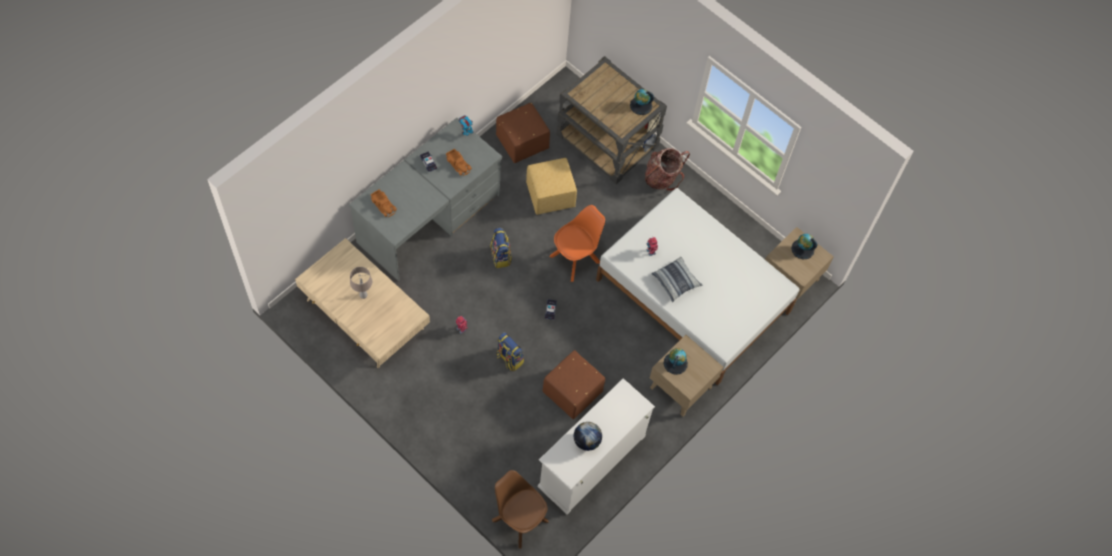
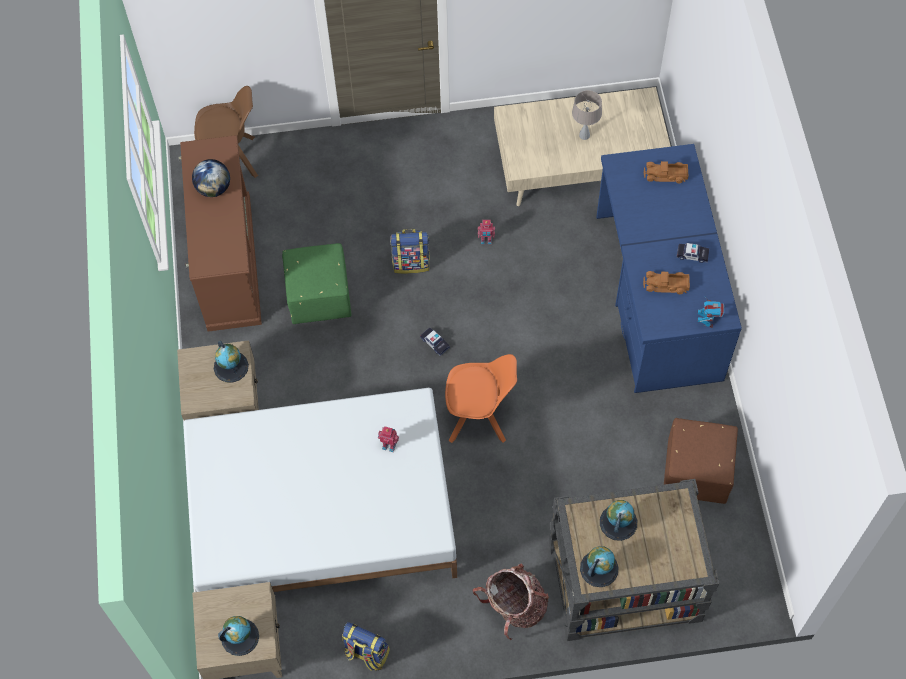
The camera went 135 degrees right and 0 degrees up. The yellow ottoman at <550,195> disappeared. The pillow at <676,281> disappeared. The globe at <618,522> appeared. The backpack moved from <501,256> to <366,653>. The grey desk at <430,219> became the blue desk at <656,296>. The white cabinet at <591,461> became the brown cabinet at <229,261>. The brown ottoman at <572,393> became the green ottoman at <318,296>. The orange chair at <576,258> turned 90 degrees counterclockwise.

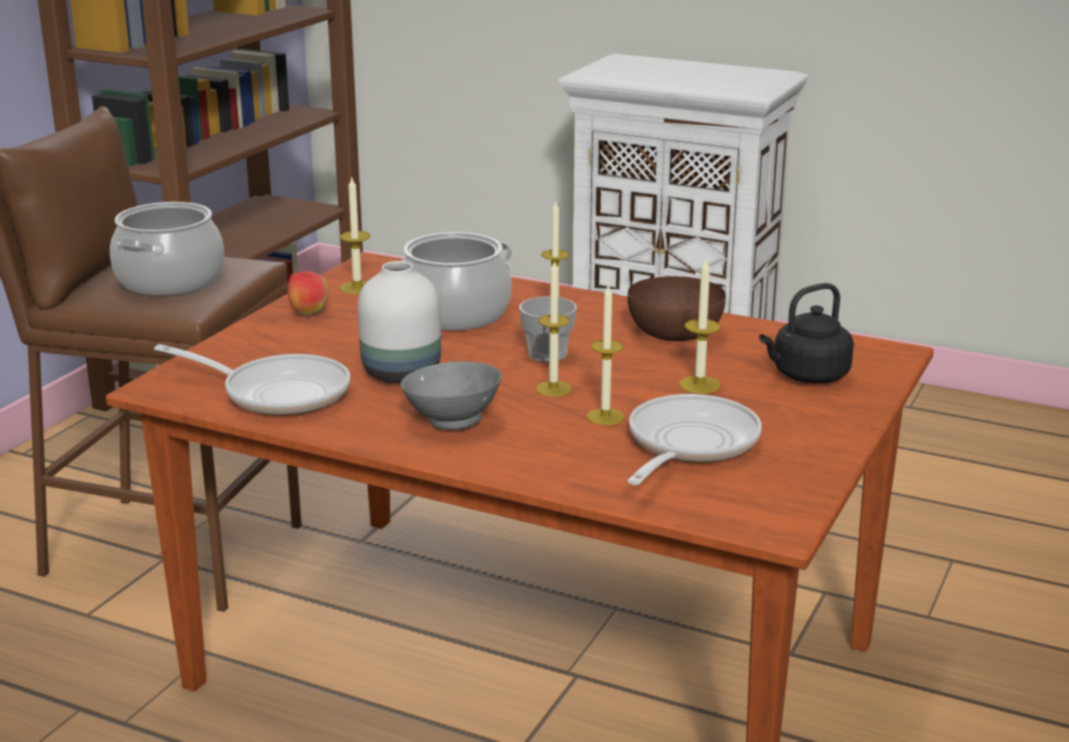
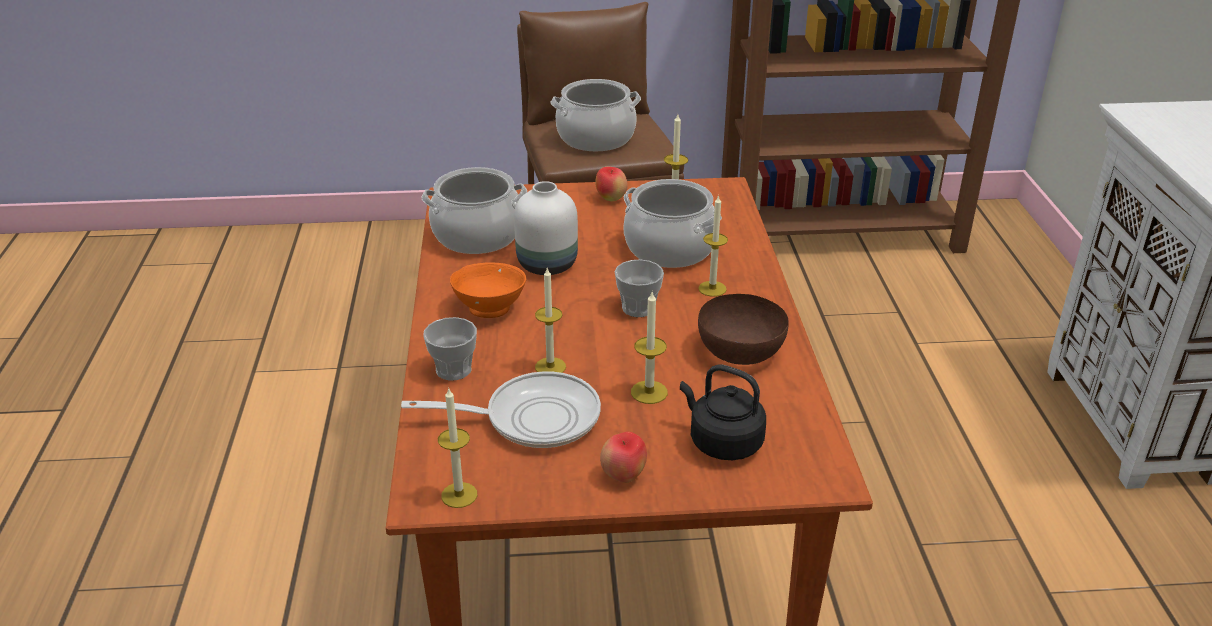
The camera went 60 degrees right and 10 degrees up. The cup at <453,370> appeared. The apple at <623,476> appeared. The candle moved from <553,389> to <459,495>. The frying pan at <278,393> was replaced by the cooking pot at <477,235>. The grey bowl at <452,420> became the orange bowl at <491,308>.

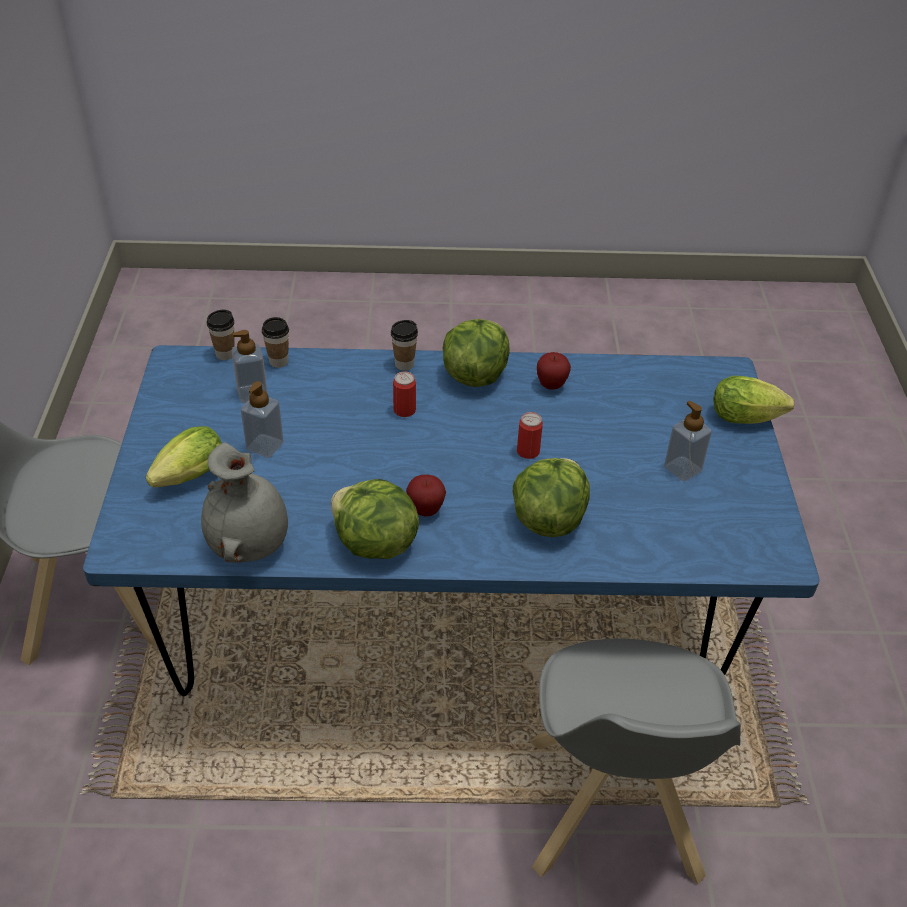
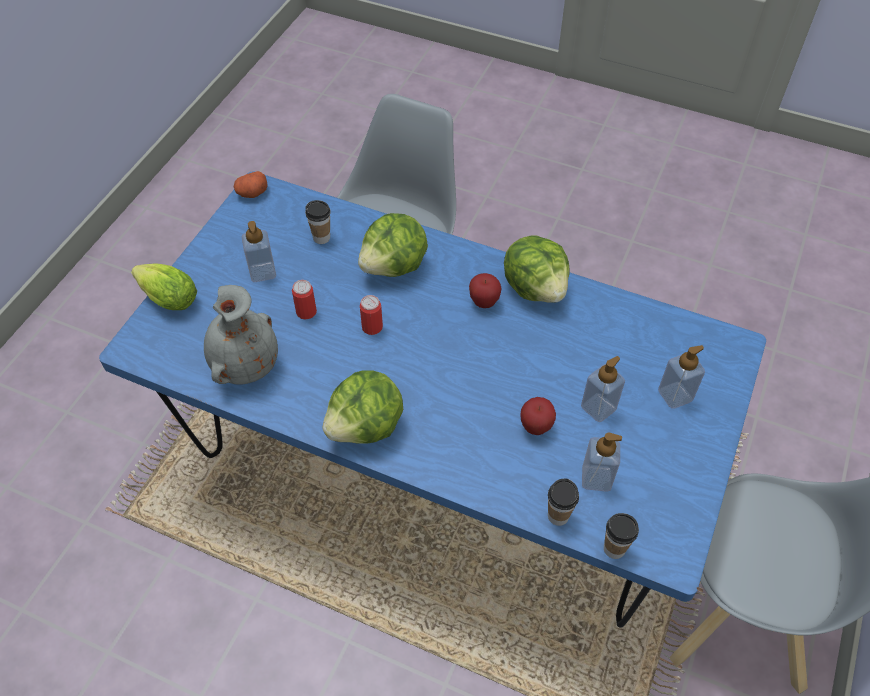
The camera went 155 degrees left and 10 degrees up. The potato at <252,193> appeared. The grey vase moved from <250,545> to <245,365>. The cup moved from <404,364> to <321,238>. The can moved from <404,410> to <306,312>. The apple moved from <551,385> to <536,427>. The lettuce at <187,478> was replaced by the soap dispenser at <675,395>.

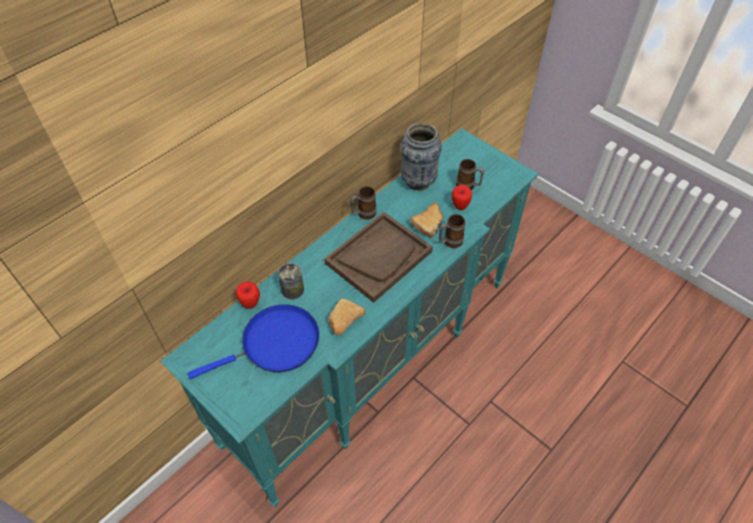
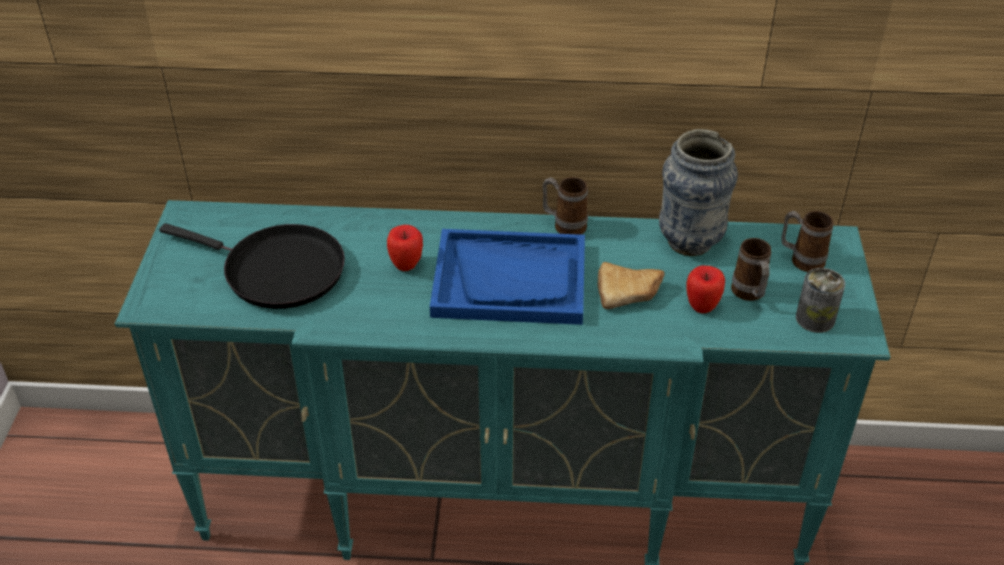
The camera went 50 degrees right and 10 degrees down. The bread at <343,322> disappeared. The apple moved from <250,303> to <406,265>. The can moved from <292,290> to <815,319>. The mug moved from <449,242> to <800,260>. The blue frying pan at <276,344> became the black frying pan at <277,271>. The brown tray at <378,257> became the blue tray at <510,280>.

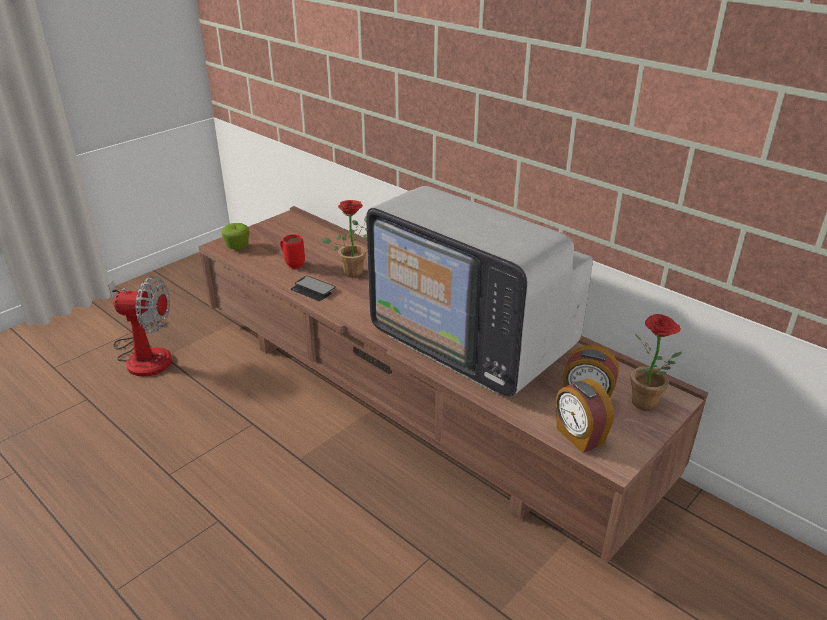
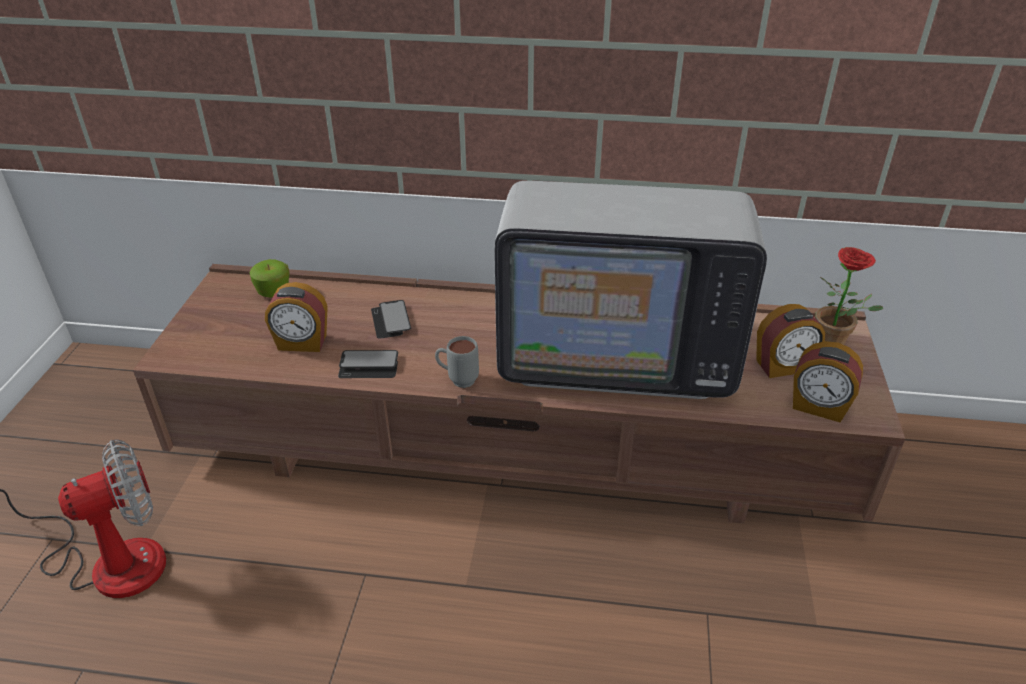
The camera went 35 degrees left and 5 degrees up. The grey mug at <457,380> appeared. The apple moved from <237,247> to <274,292>. The red mug at <292,264> was replaced by the alarm clock at <302,343>. The potted plant at <354,270> was replaced by the phone at <391,320>.

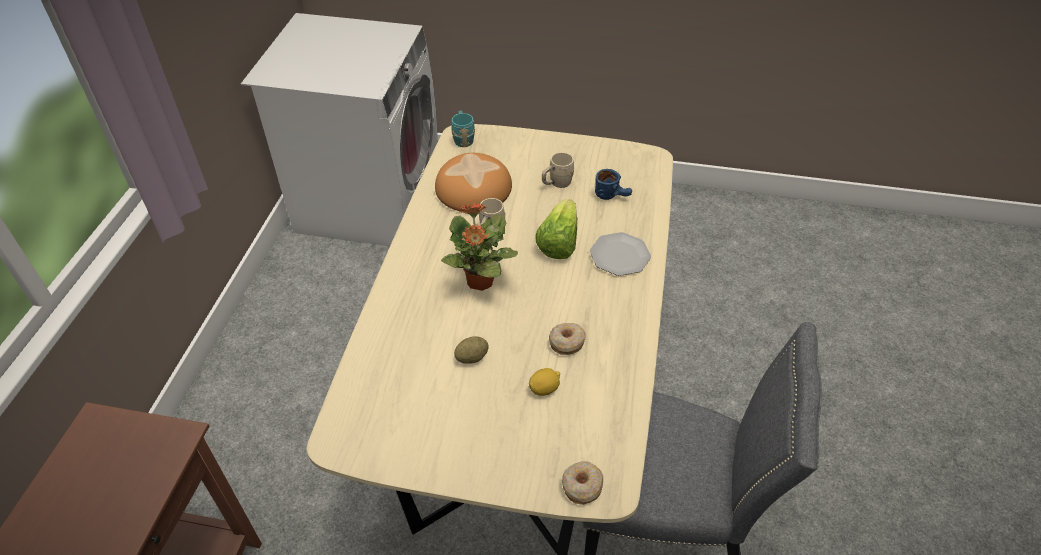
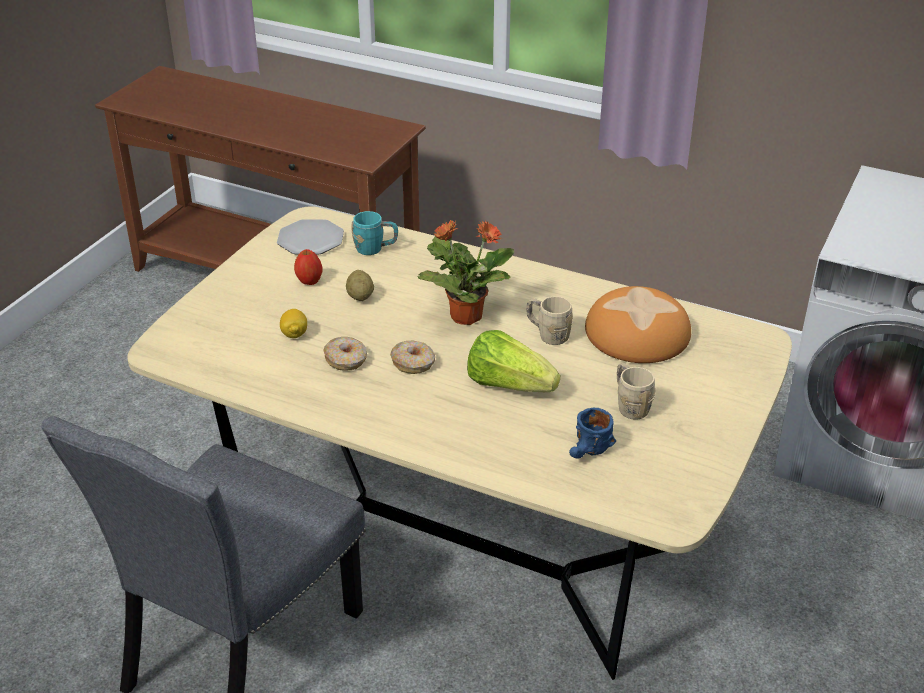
The camera went 105 degrees right and 10 degrees down. The apple at <309,281> appeared. The turquoise mug moved from <463,138> to <375,249>. The donut moved from <581,486> to <413,363>. The plate moved from <620,255> to <311,240>.

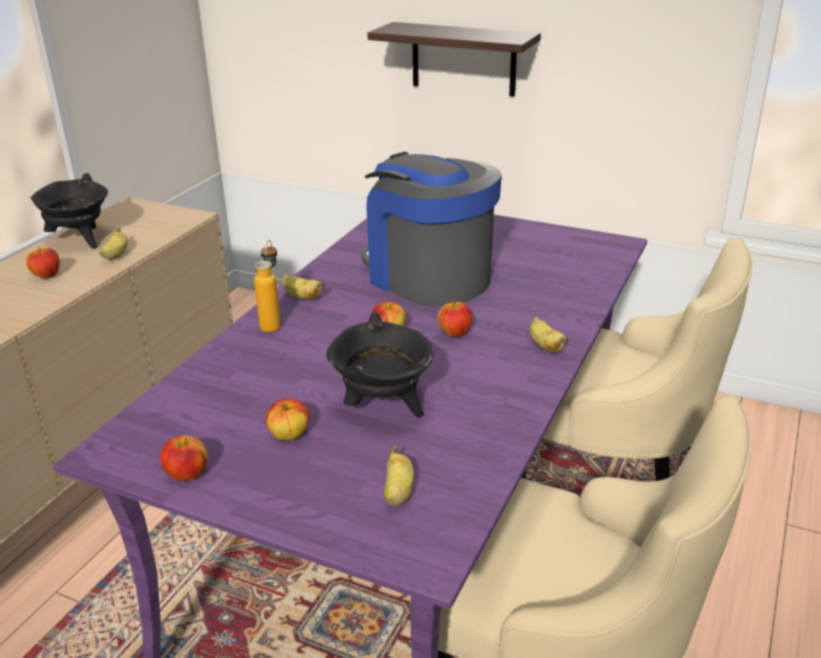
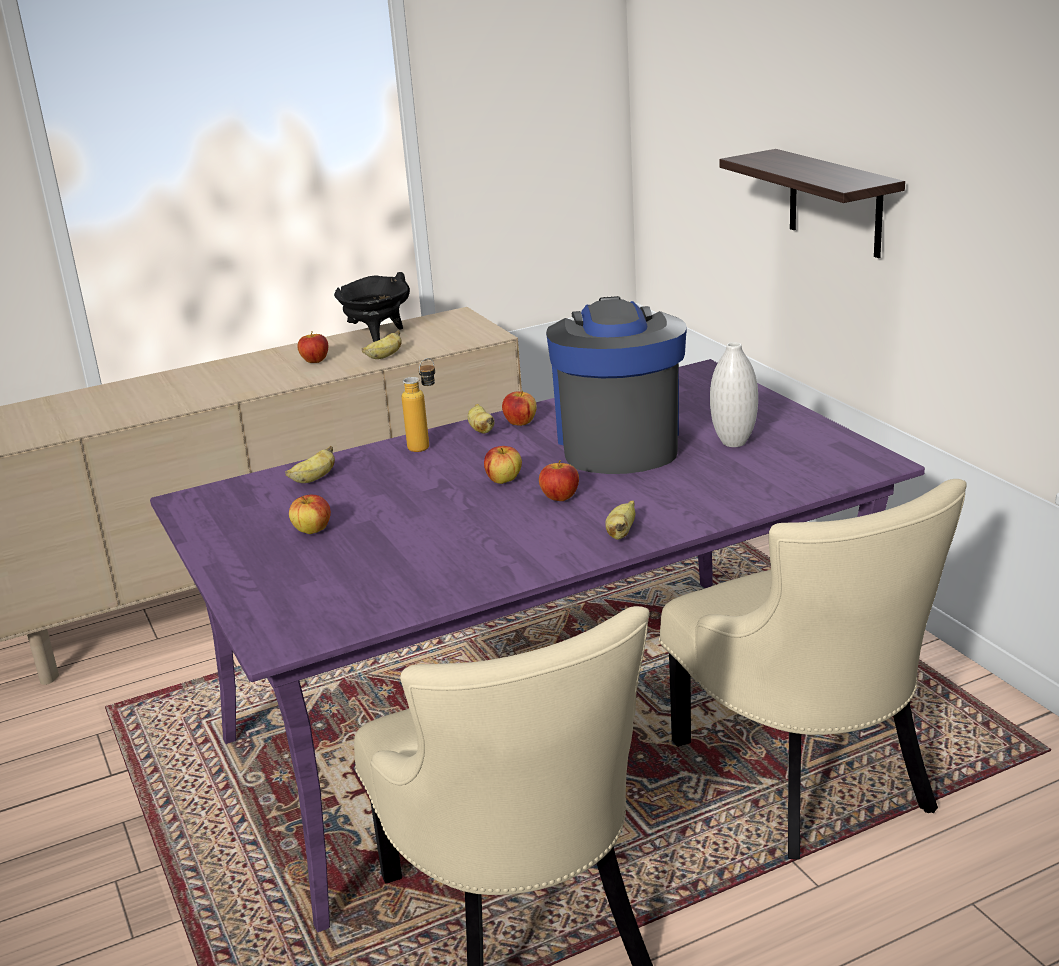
The camera went 40 degrees right and 5 degrees down. The black cooking pot at <383,407> disappeared. The white vase at <734,442> appeared. The apple moved from <187,474> to <520,422>. The banana moved from <398,493> to <314,479>.

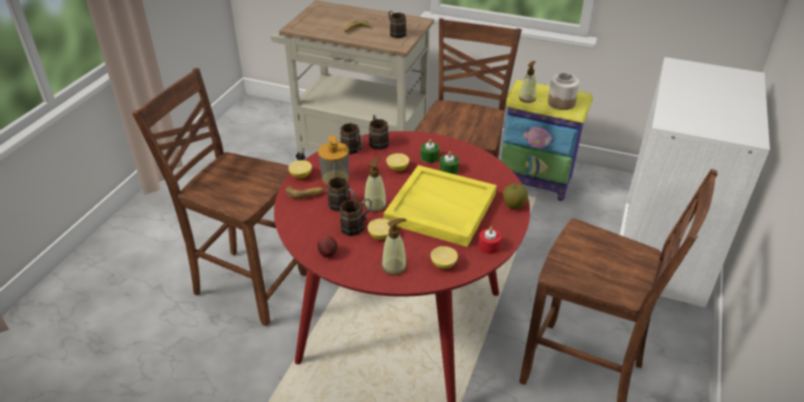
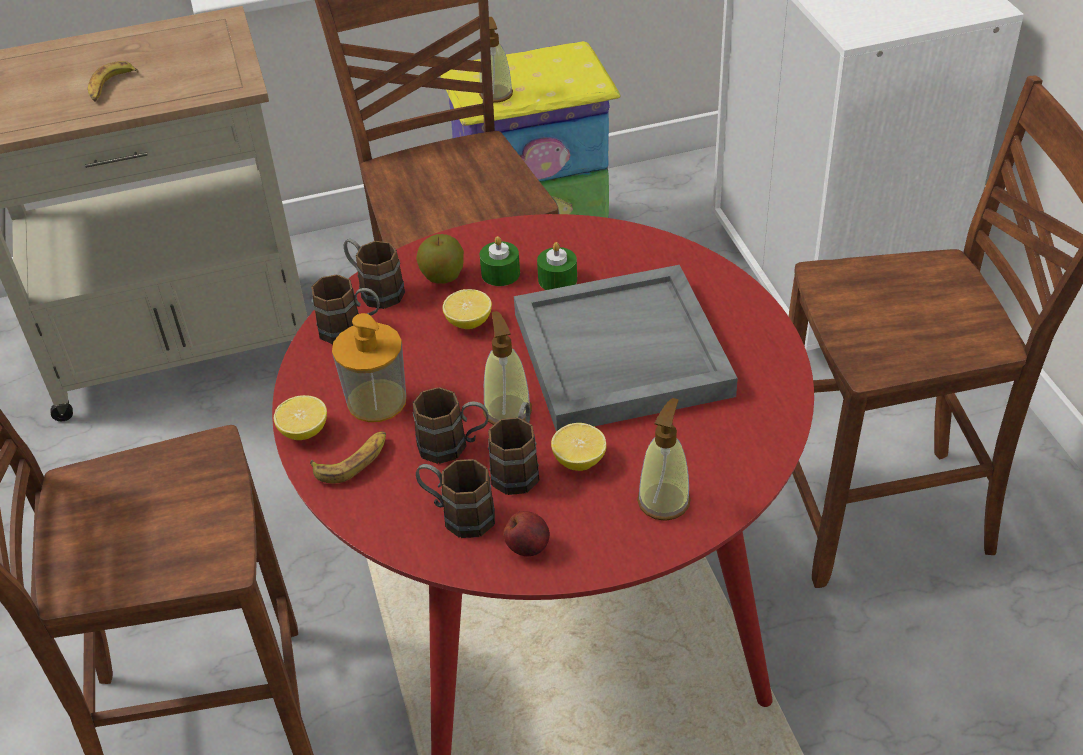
The camera went 35 degrees left and 5 degrees up. The lemon at <443,264> disappeared. The red candle at <489,246> disappeared. The jar at <561,103> disappeared. The brown mug moved from <395,33> to <457,515>. The apple moved from <513,205> to <442,277>. The yellow tray at <439,208> became the grey tray at <620,355>.

